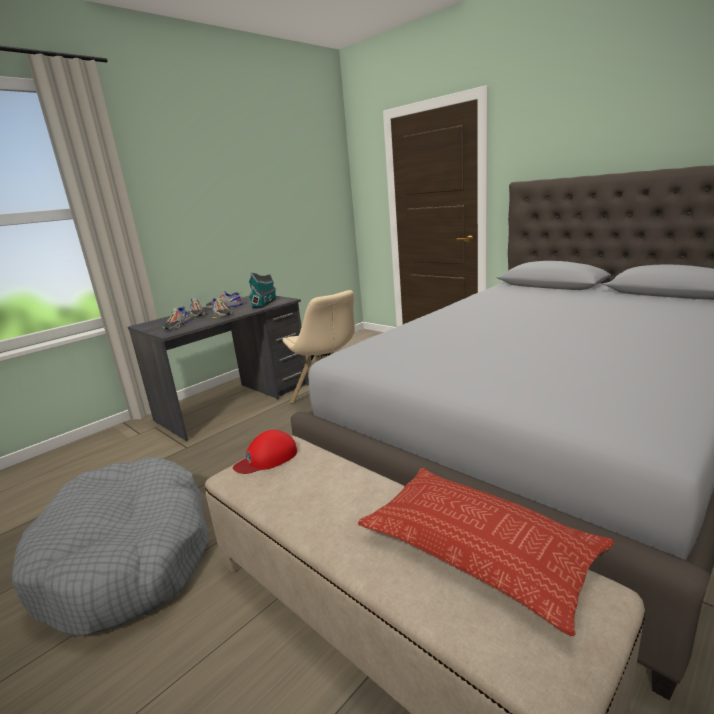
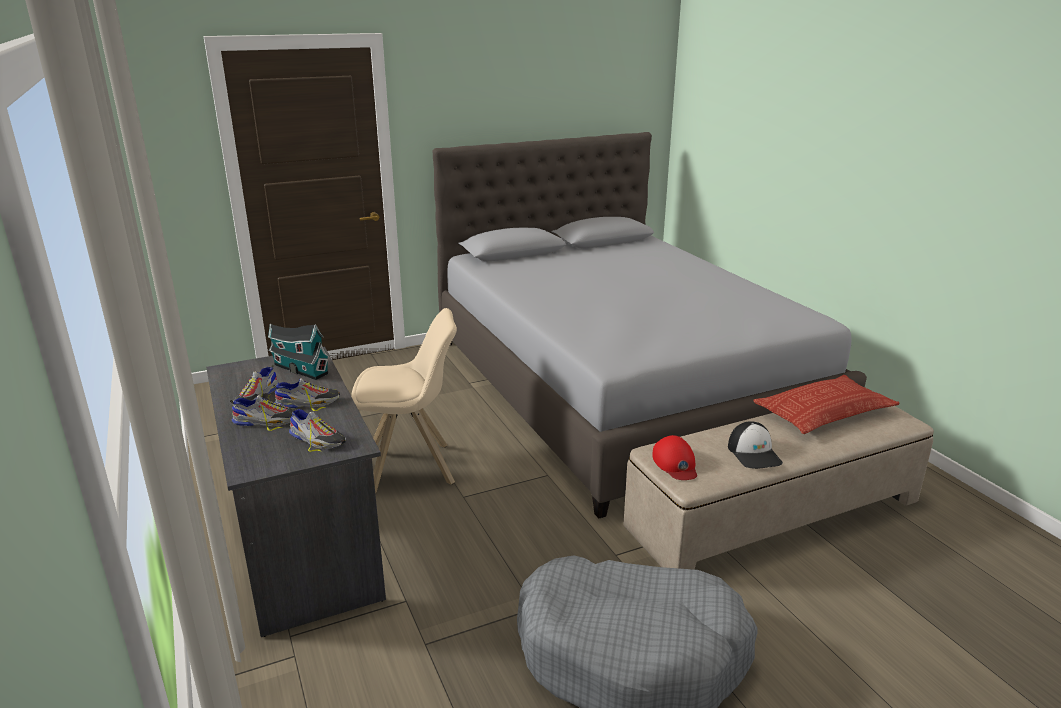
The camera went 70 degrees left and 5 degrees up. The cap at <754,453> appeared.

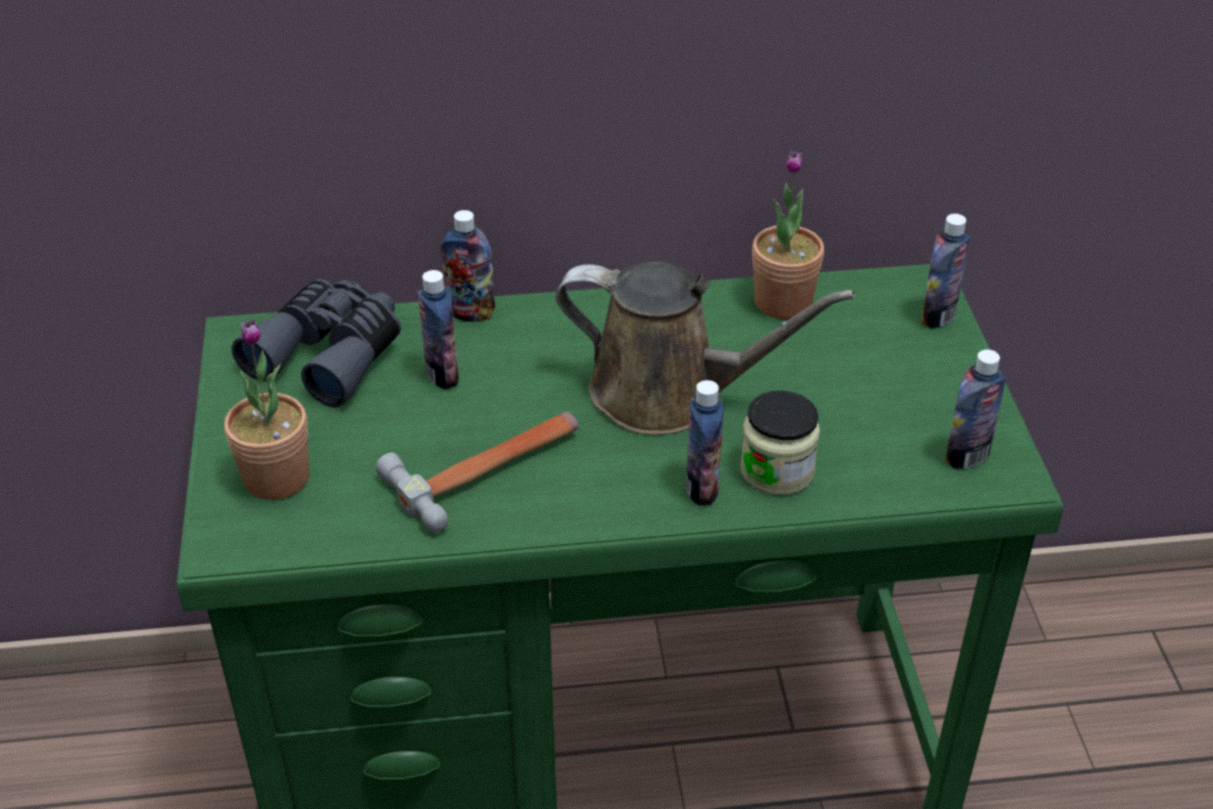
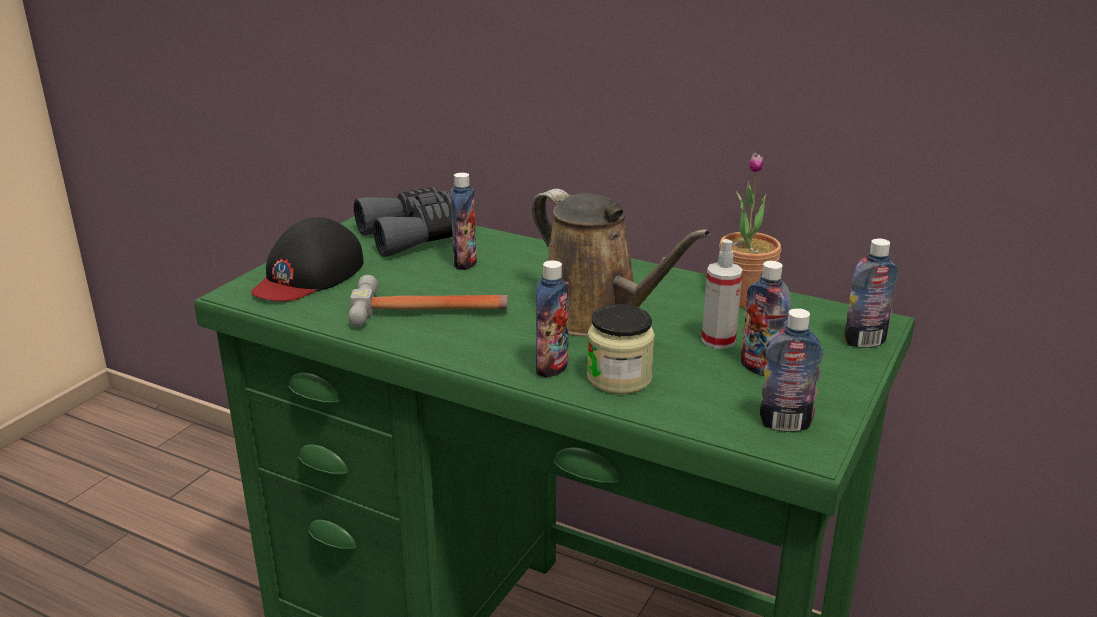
The camera went 35 degrees right and 15 degrees down. The spray bottle at <718,340> appeared. The bottle moved from <470,313> to <761,368>. The potted plant at <276,478> was replaced by the black cap at <308,275>.

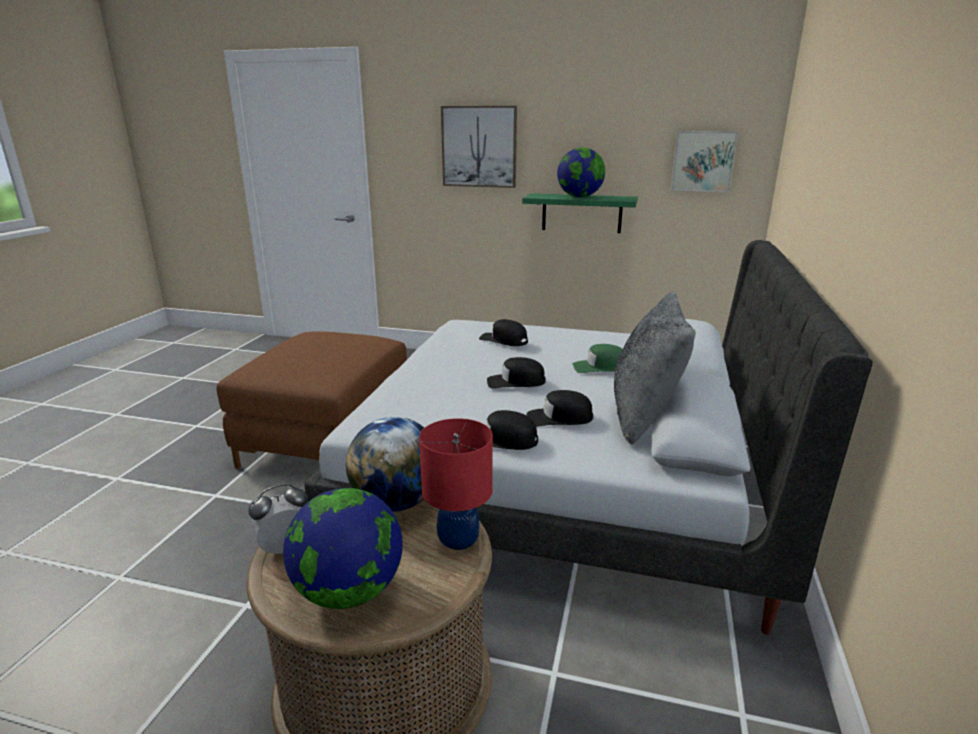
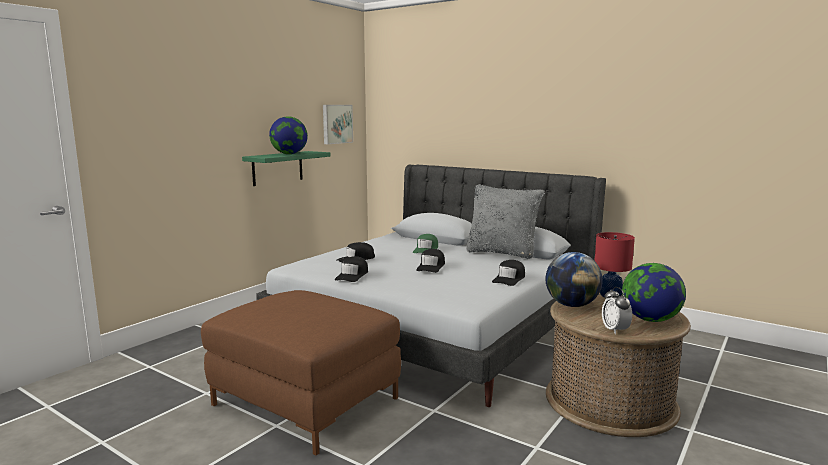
The camera went 70 degrees left and 10 degrees down. The picture at <479,147> disappeared. The black cap moved from <559,418> to <352,275>.

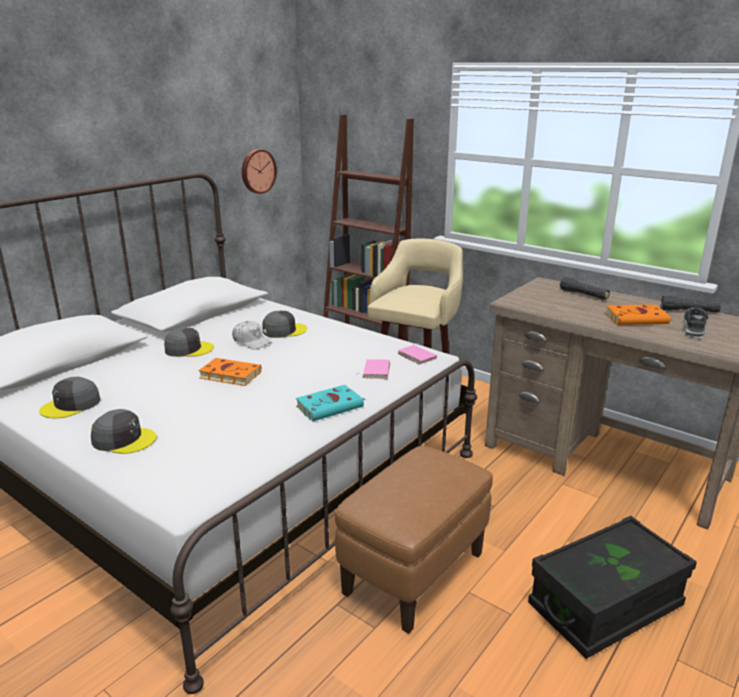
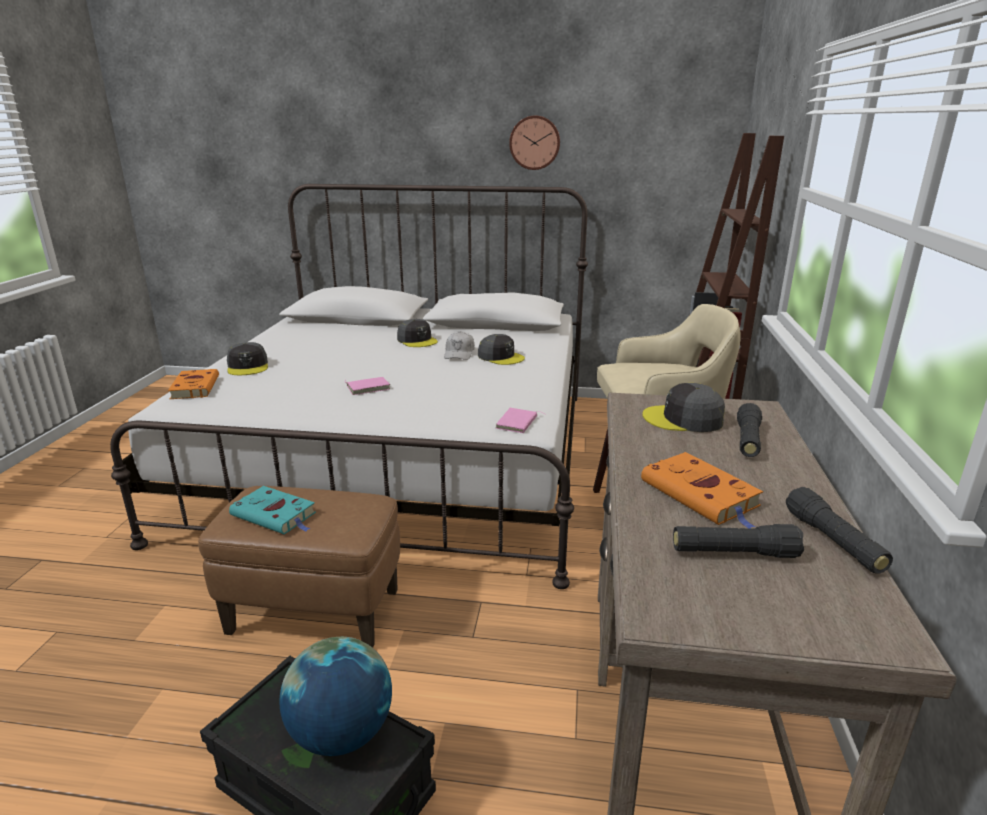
The camera went 60 degrees right and 0 degrees up. The globe at <341,733> appeared. The grey cap moved from <71,405> to <683,419>. The orange book moved from <228,375> to <195,387>. The wall clock moved from <257,171> to <535,142>. The turquoise book moved from <331,406> to <275,515>. The pink book moved from <375,371> to <368,387>. The shoe at <693,328> was replaced by the black flashlight at <734,553>.

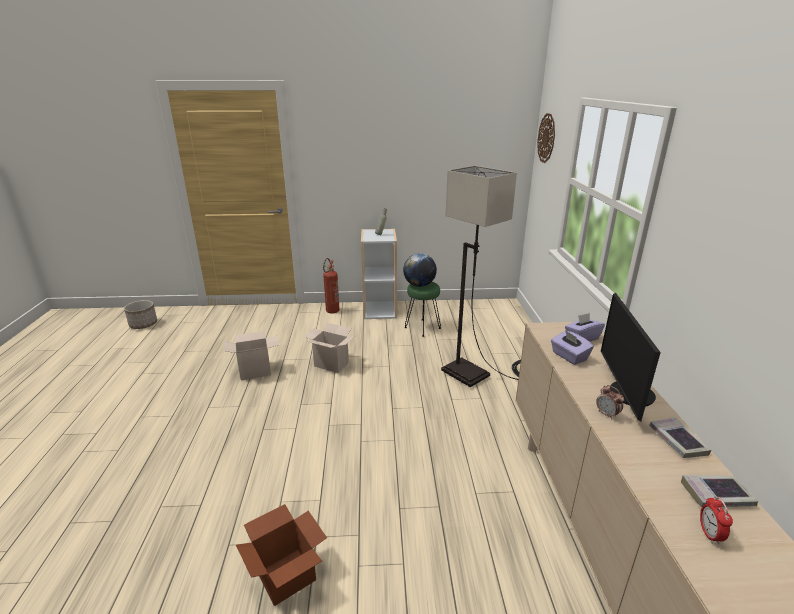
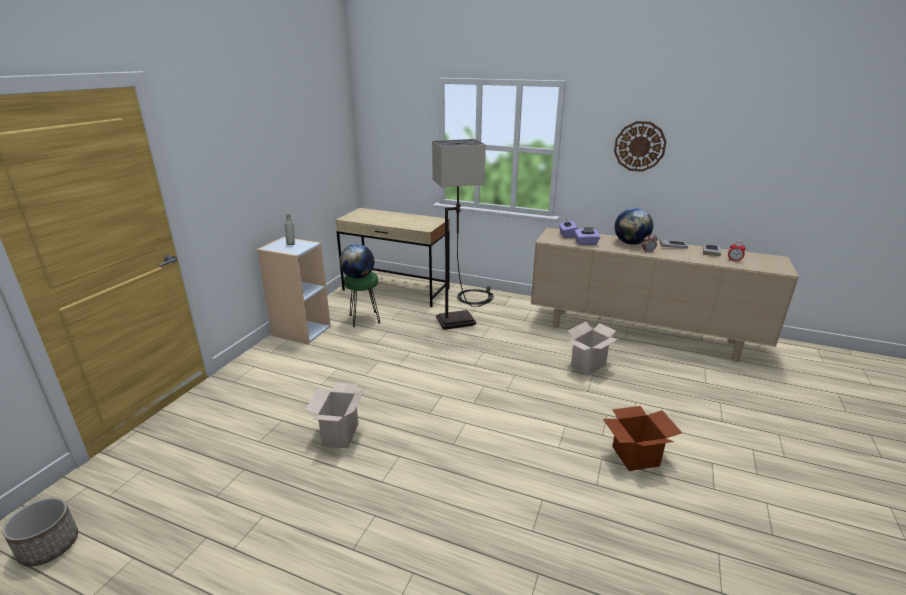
The camera went 65 degrees left and 0 degrees up. The fire extinguisher at <331,312> disappeared. The beige desk at <396,289> appeared. The cardboard box moved from <330,364> to <588,366>. The wall clock moved from <546,138> to <639,146>. The monitor at <626,394> was replaced by the globe at <630,243>.

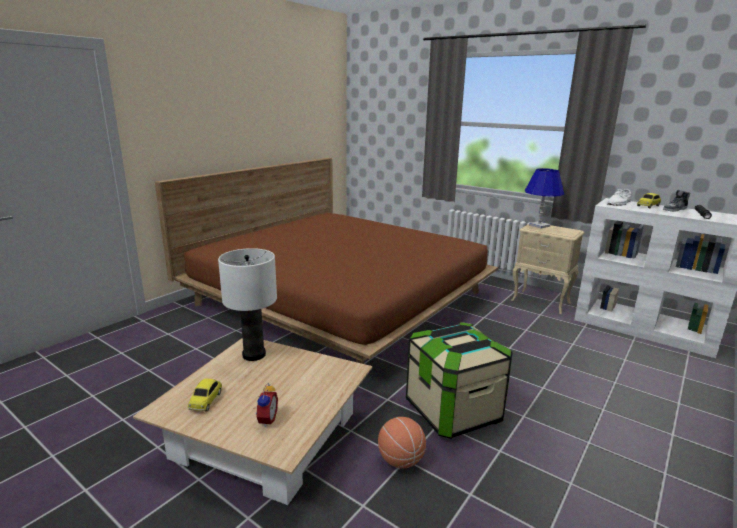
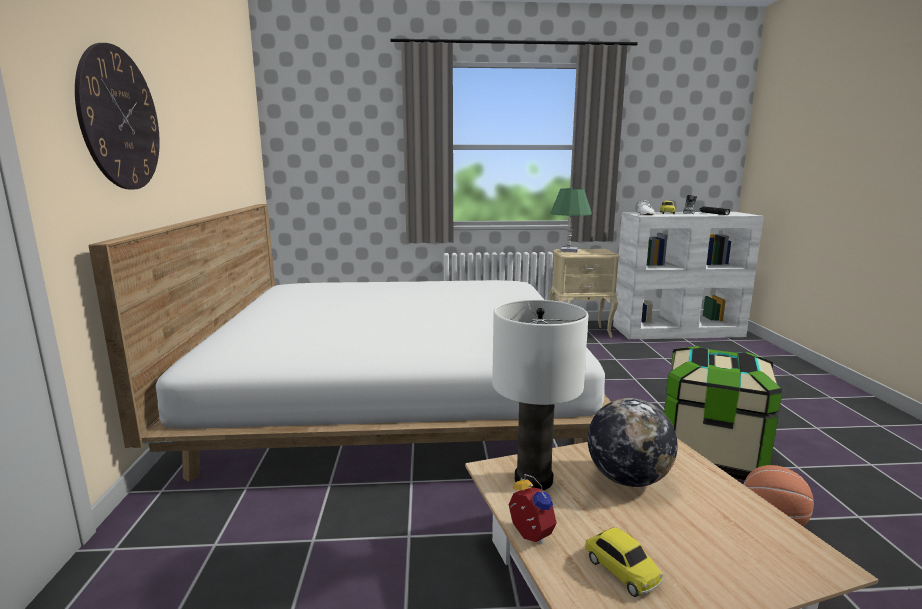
The camera went 40 degrees left and 5 degrees down. The wall clock at <120,119> appeared. The globe at <627,479> appeared. The alarm clock moved from <266,420> to <528,536>. The brown bed at <341,298> became the white bed at <398,390>. The blue table lamp at <539,225> became the green table lamp at <569,250>.

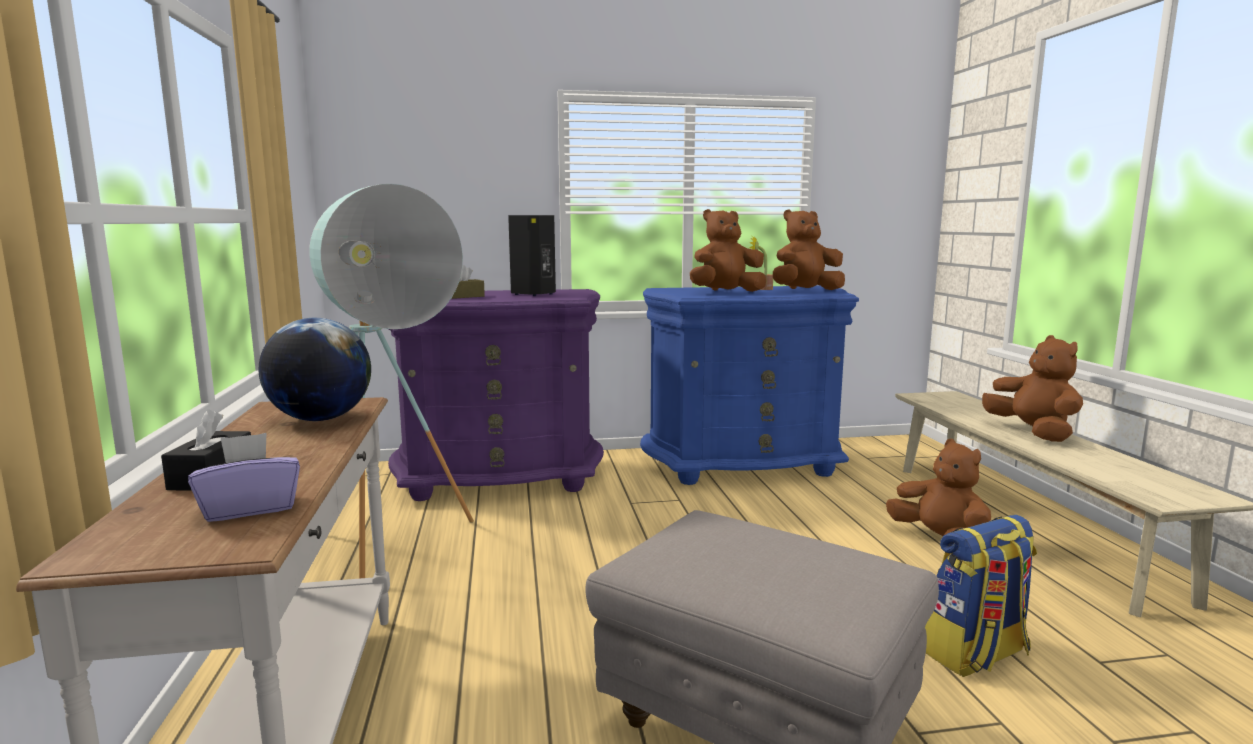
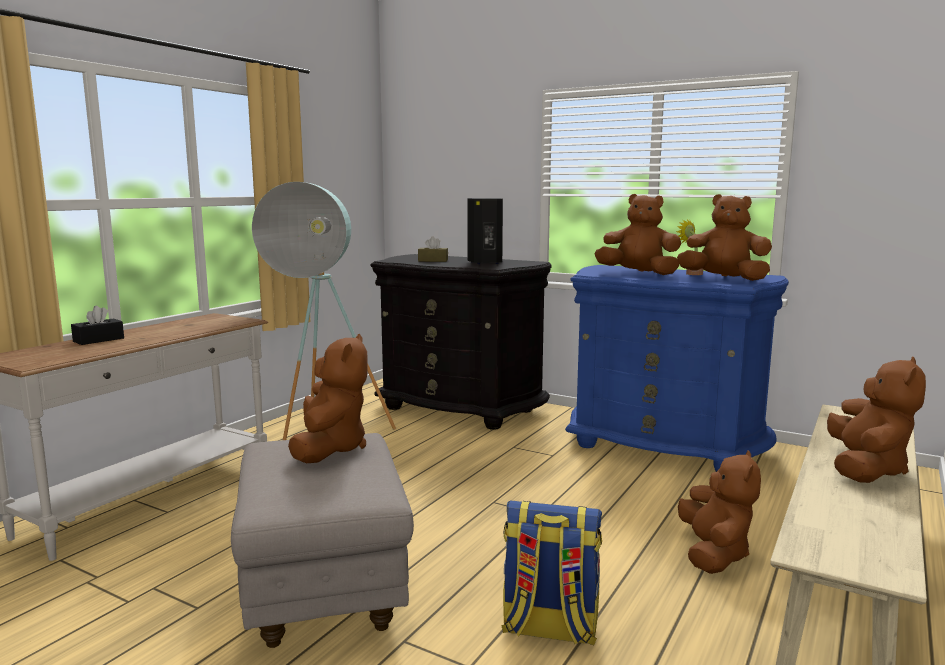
The camera went 40 degrees right and 0 degrees up. The purple tissue box at <251,508> disappeared. The globe at <321,419> disappeared. The brown plush toy at <330,448> appeared. The purple dresser at <499,480> became the black dresser at <457,409>.

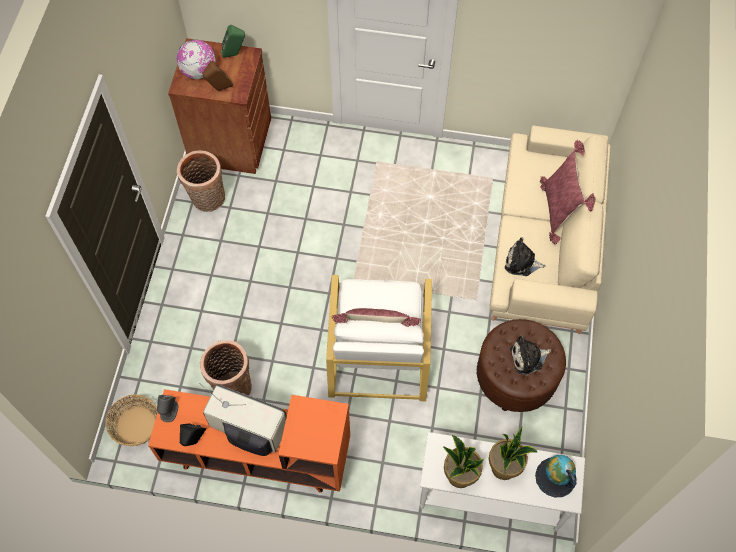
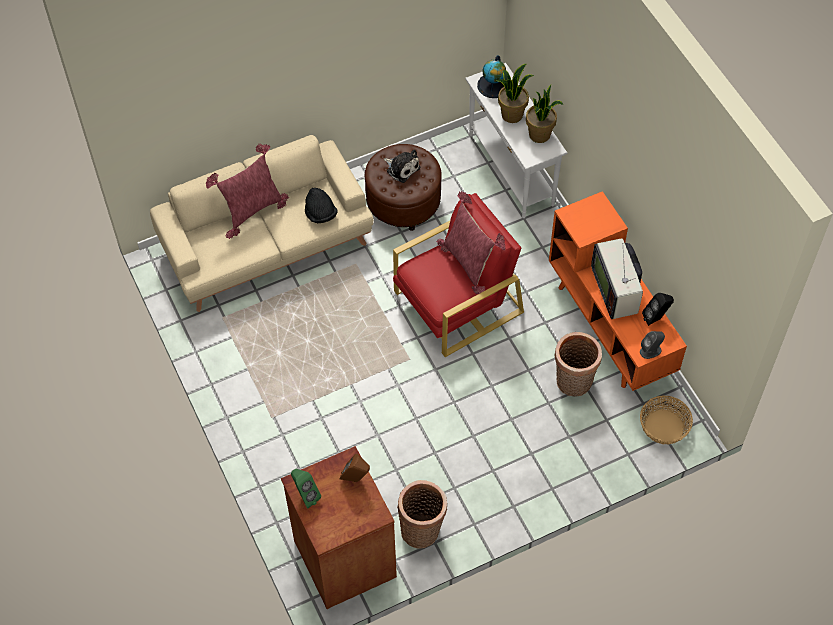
The camera went 125 degrees left and 5 degrees down. The globe at <199,72> disappeared. The plush toy at <522,263> was replaced by the black hat at <320,214>. The white armchair at <379,351> became the red armchair at <457,302>.

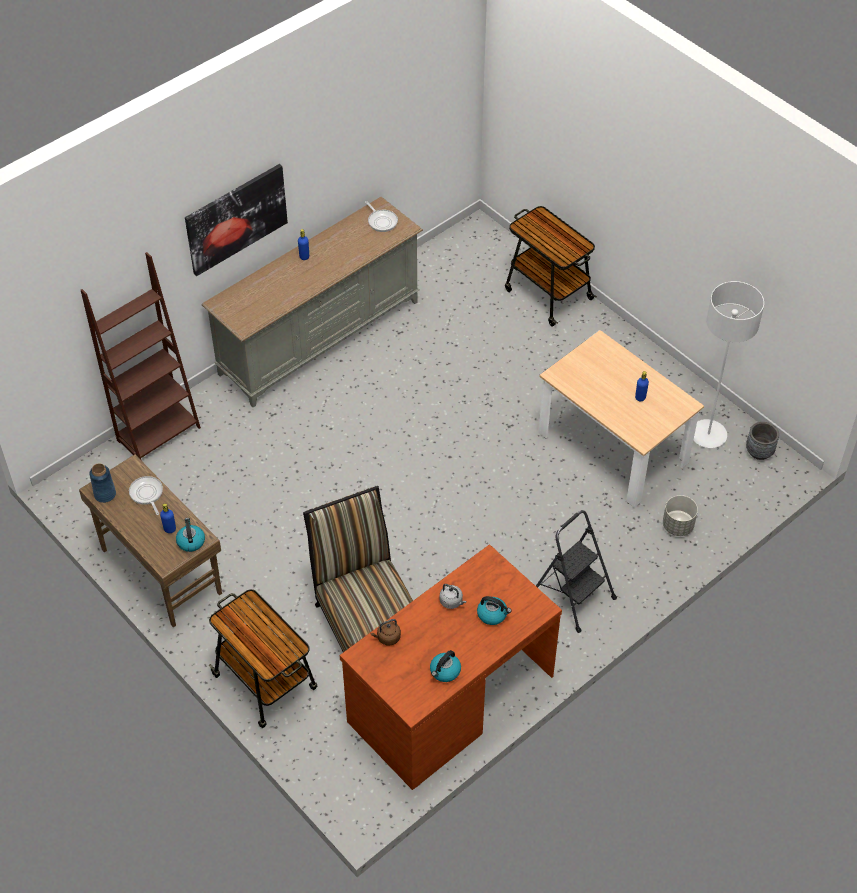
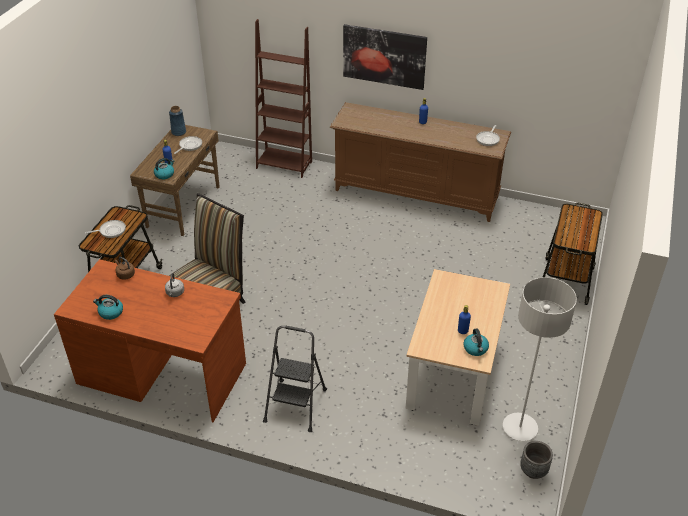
The camera went 60 degrees right and 10 degrees down. The grey planter at <677,525> disappeared. The frying pan at <111,231> appeared. The kettle moved from <492,614> to <475,349>. The grey cabinet at <320,338> became the brown cabinet at <416,194>.

